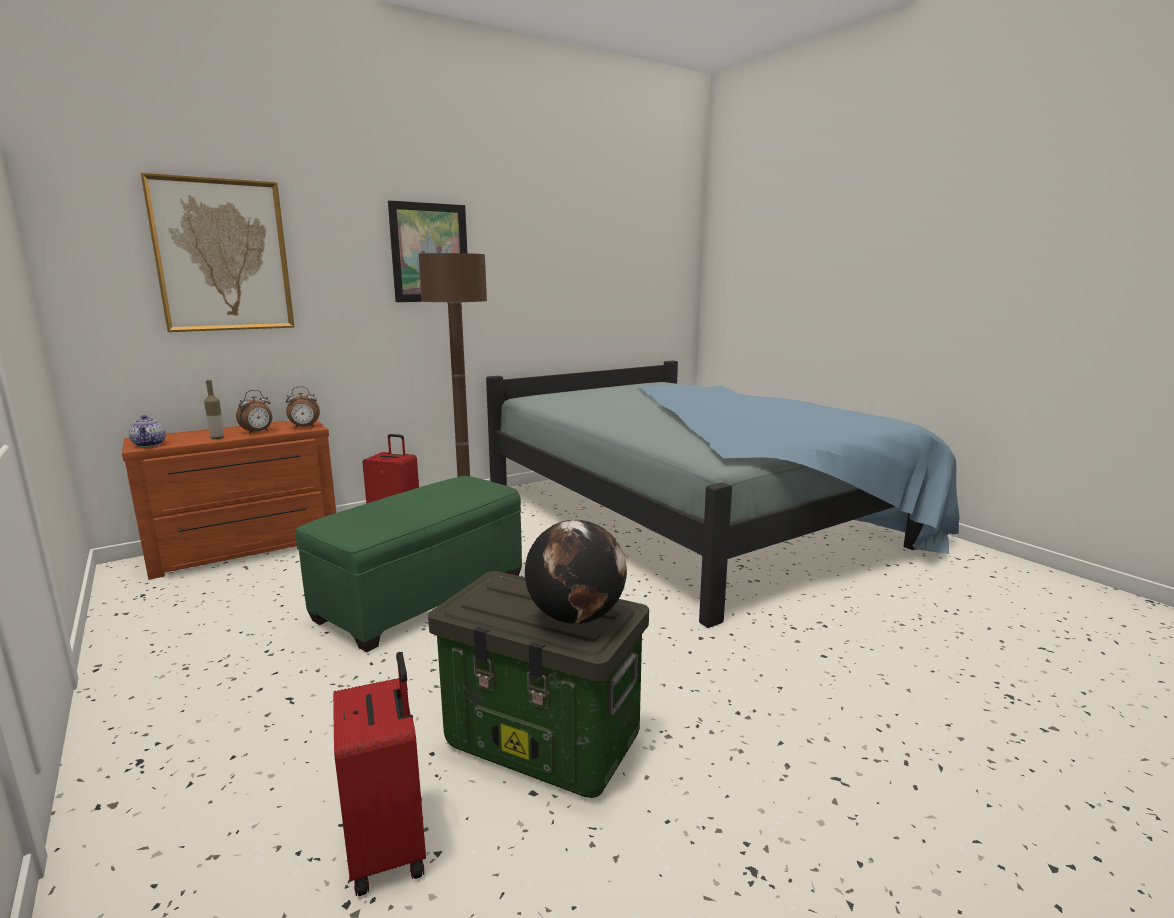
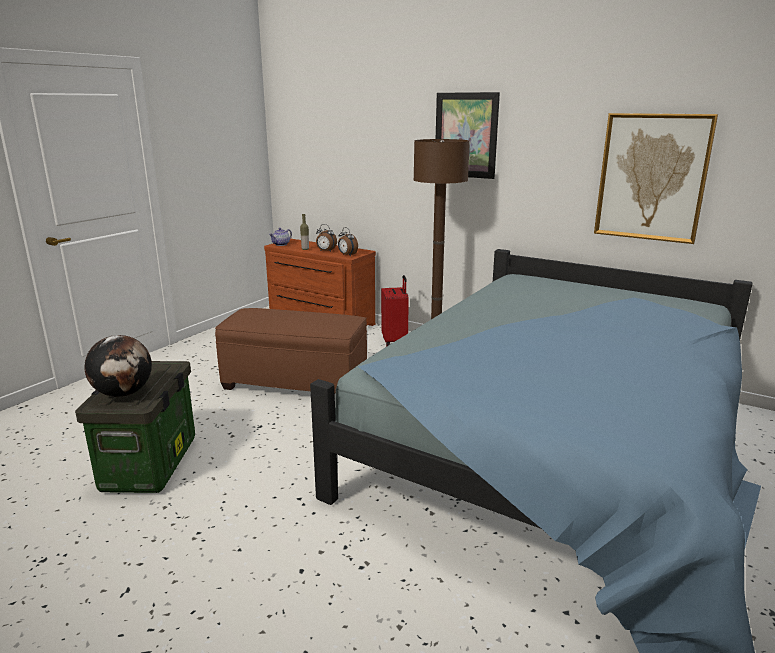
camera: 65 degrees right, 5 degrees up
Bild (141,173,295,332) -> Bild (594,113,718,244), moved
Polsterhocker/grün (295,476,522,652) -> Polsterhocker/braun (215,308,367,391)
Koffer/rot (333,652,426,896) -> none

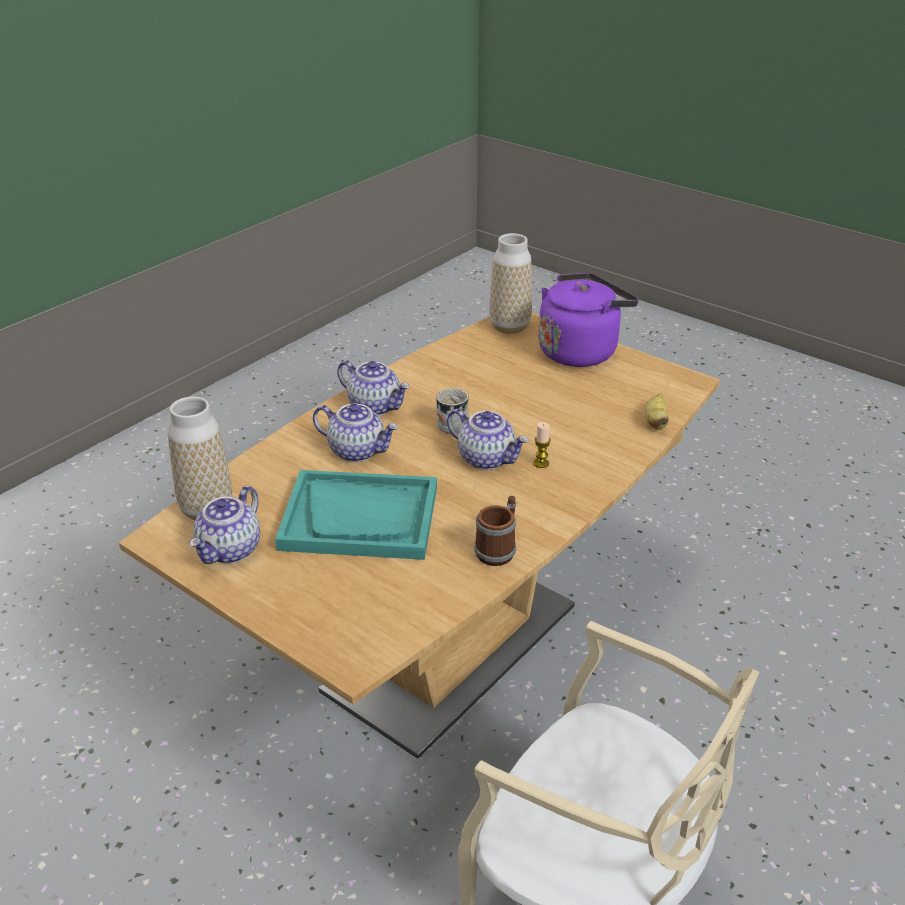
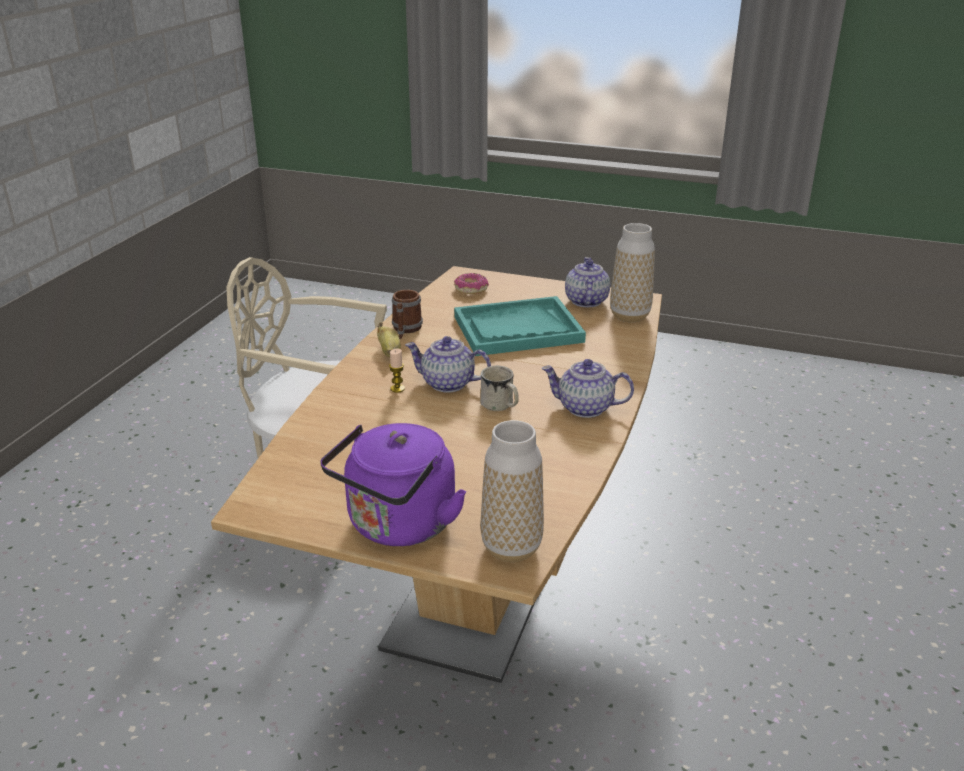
camera: 160 degrees right, 5 degrees down
Teekanne (313,404,399,462) -> none
Banane (645,393,669,430) -> Banane (377,323,401,357), moved
none -> Donut (454,273,489,294)

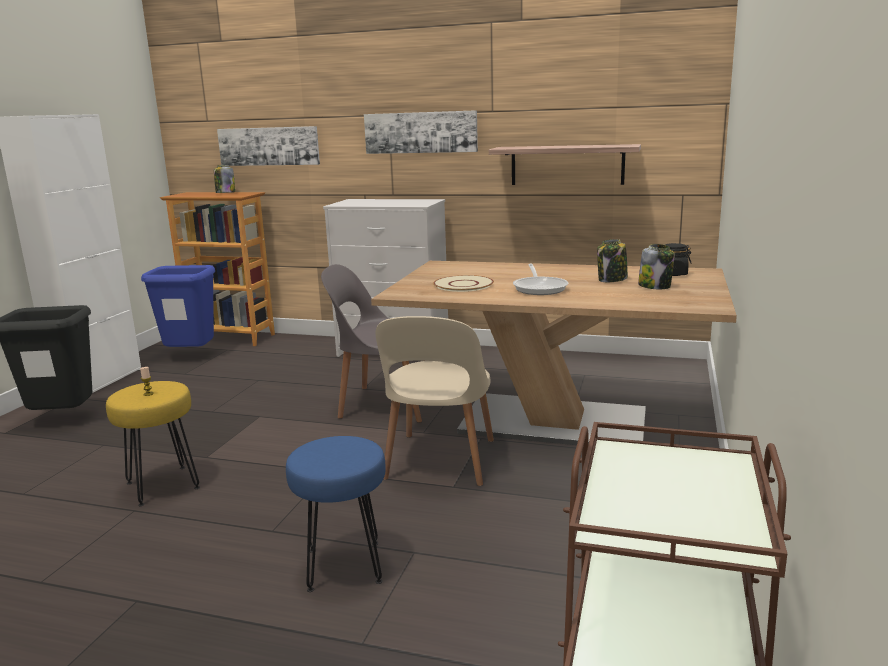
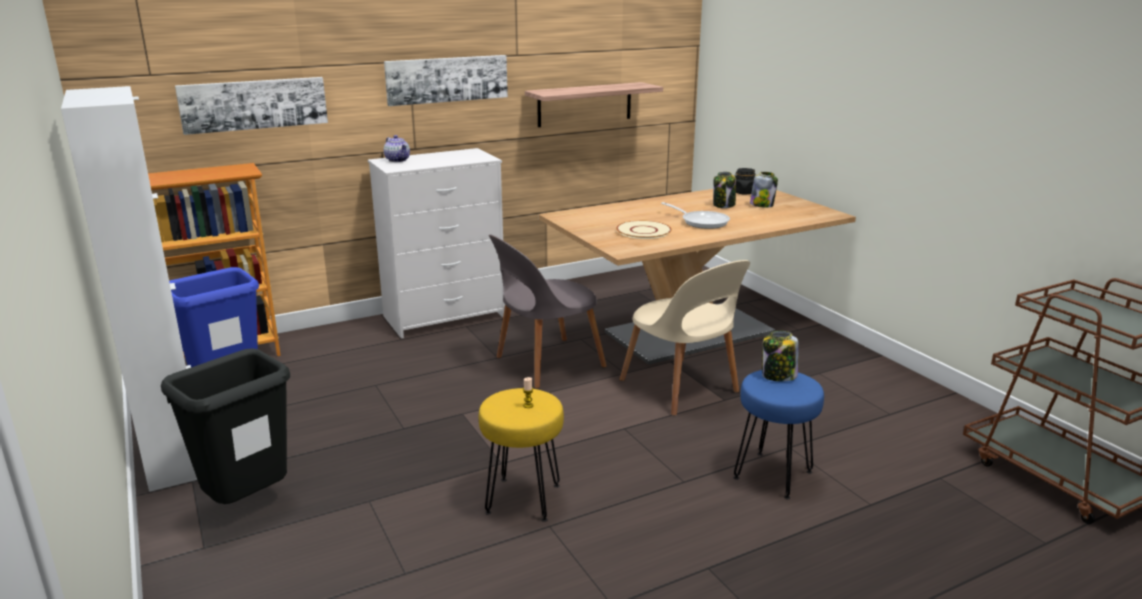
camera: 45 degrees left, 5 degrees up
Vorratsglas (214,165,235,193) -> Vorratsglas (762,331,799,381), moved
none -> Teekanne (384,135,410,162)

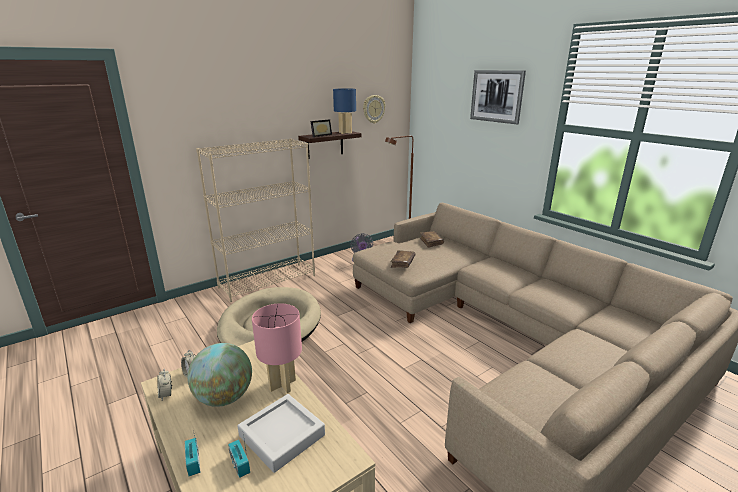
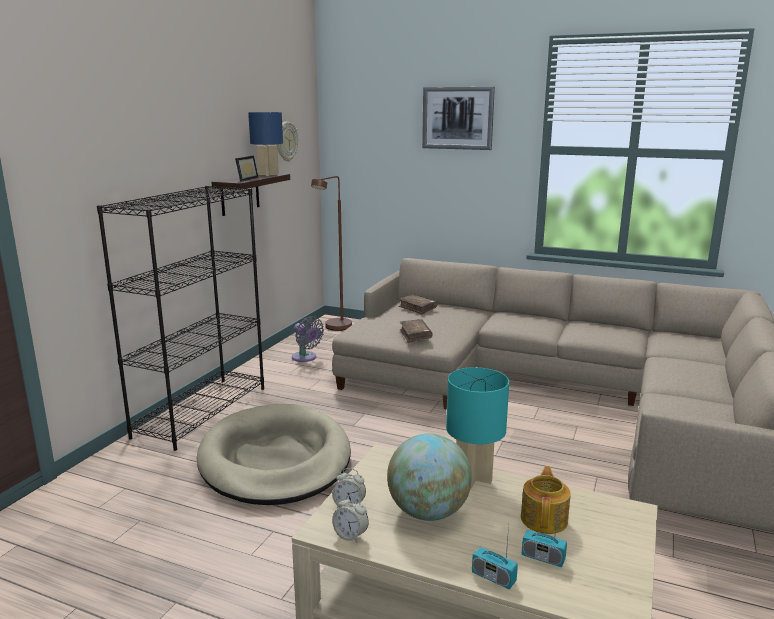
camera: 30 degrees left, 5 degrees down
Bücherregal/beige (196,138,315,302) -> Bücherregal/schwarz (97,186,264,451)
Tablett/grau (238,394,325,473) -> Teekanne (521,466,571,534)
Tischlampe/rosa (252,303,302,393) -> Tischlampe/türkis (446,367,509,489)

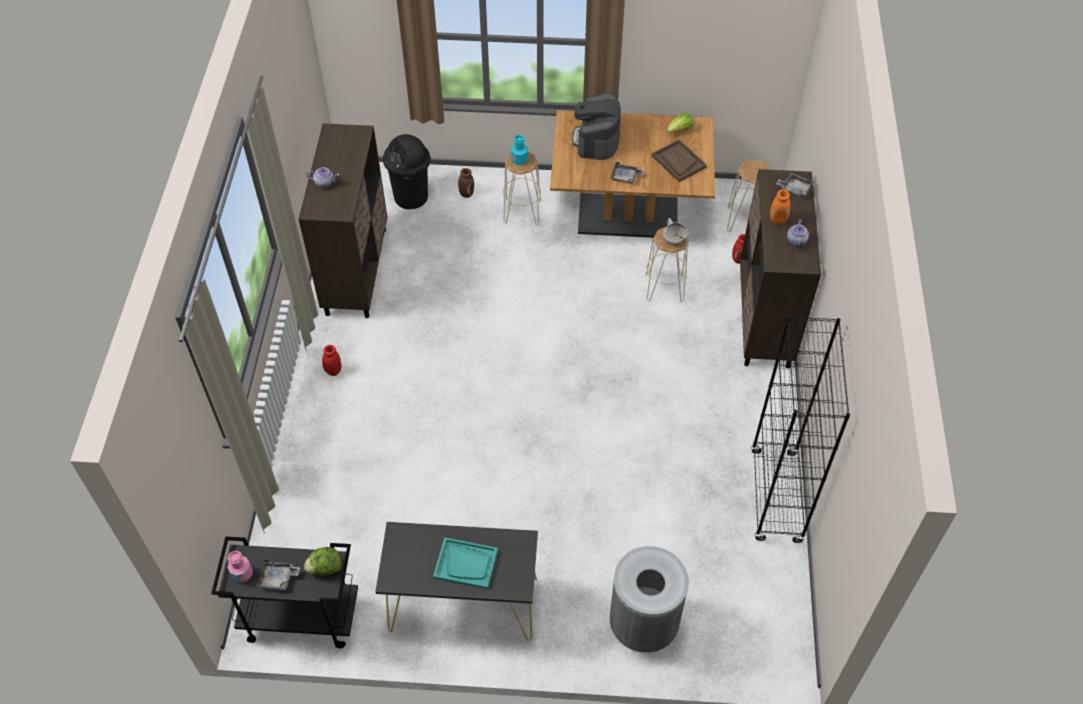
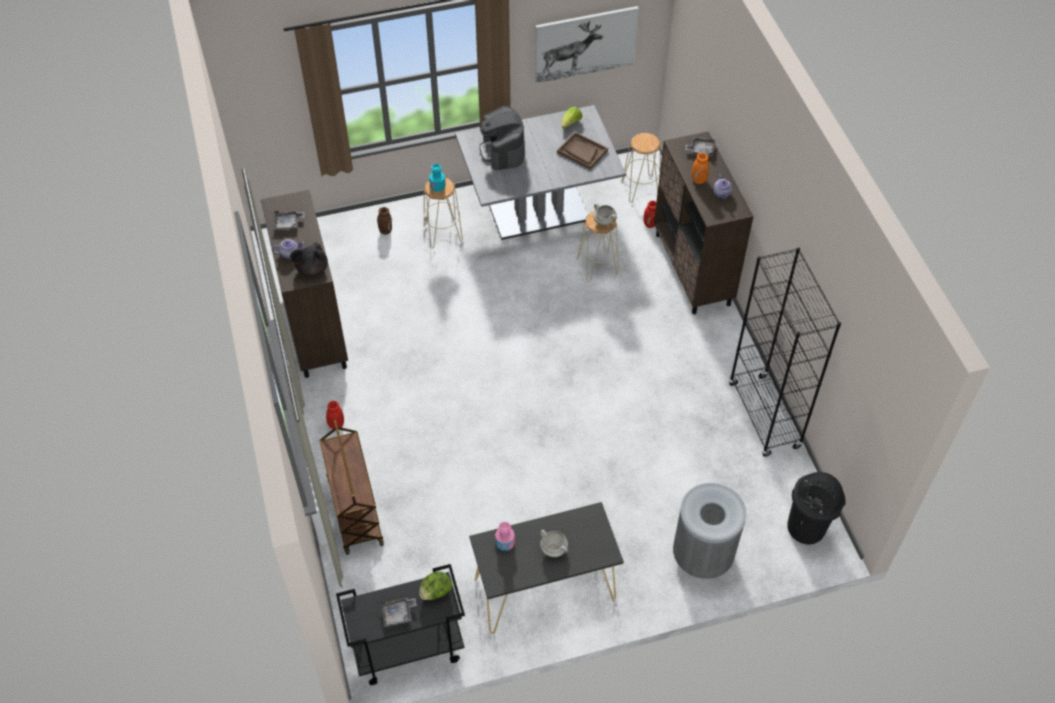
camera: 20 degrees left, 0 degrees up
Flasche/rosa (227,551,253,583) -> Flasche/rosa (495,522,515,551), moved
Mülleimer/schwarz (383,134,430,209) -> Mülleimer/schwarz (787,472,846,545), moved
Tablett/türkis (433,537,498,590) -> Kochtopf/weiß (540,530,568,557)
Esstisch/braun (550,110,715,238) -> Esstisch/grau (455,105,626,240)
Tablett/grau (610,162,644,183) -> Tablett/grau (274,211,305,230), moved
none -> Teekanne/schwarz (290,242,328,277)
none -> Rollwagen/braun (320,420,384,555)
none -> Bild (535,6,639,84)

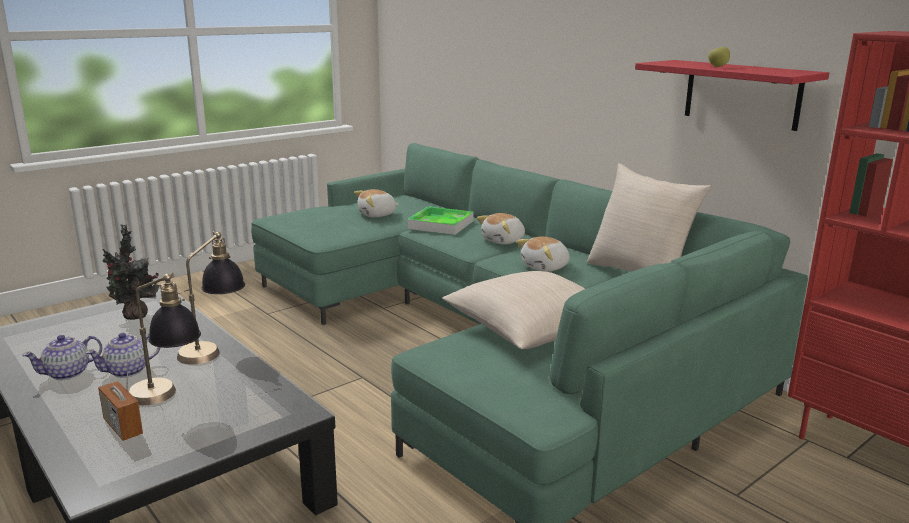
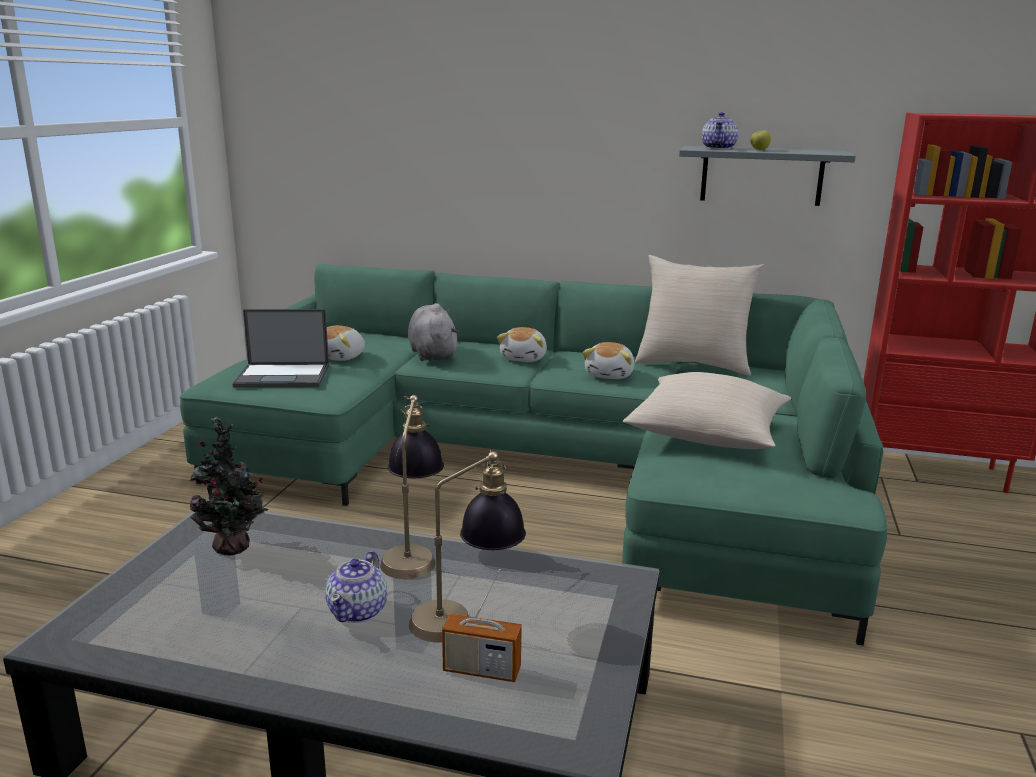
camera: 35 degrees left, 0 degrees up
Teekanne (22,335,103,380) -> Teekanne (702,112,738,149), moved
Tablett (407,206,474,235) -> Plüschtier/grau (408,303,459,361)
Wandregal/rot (635,60,829,131) -> Wandregal/grau (679,146,856,206)
none -> Laptop (232,309,329,388)

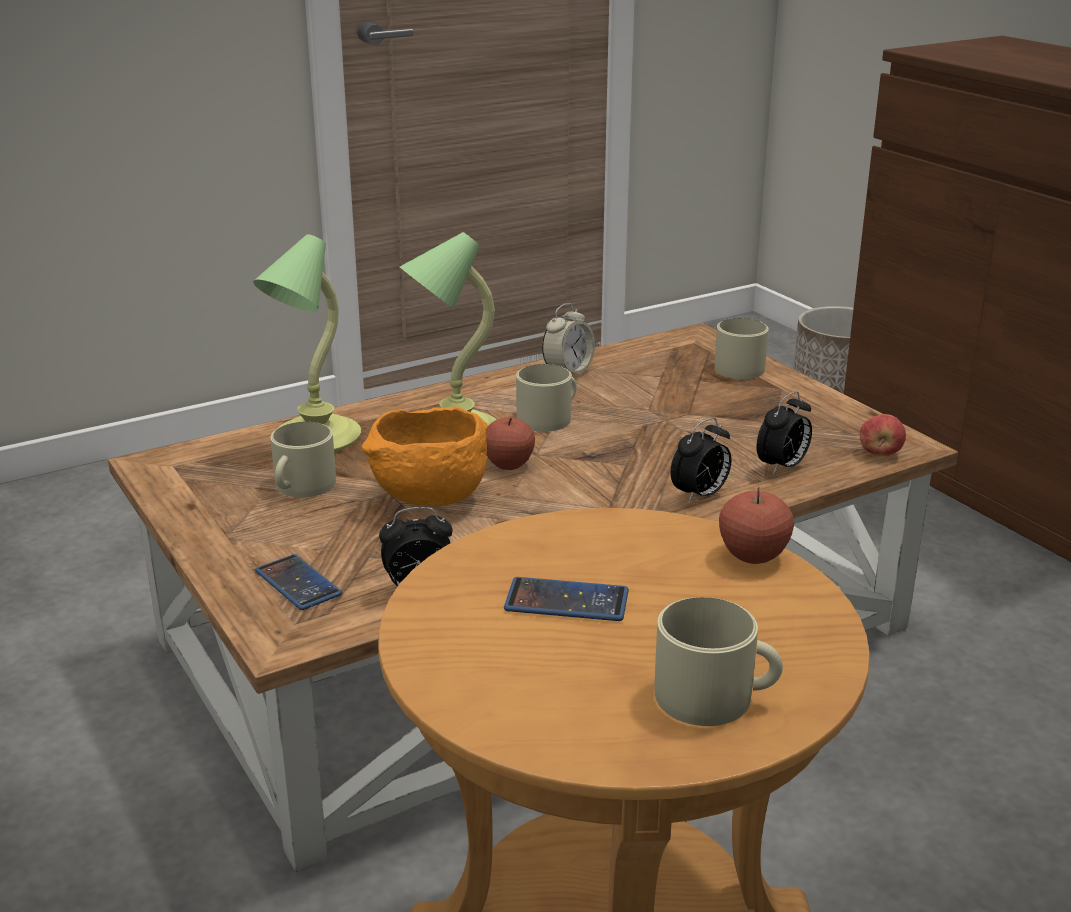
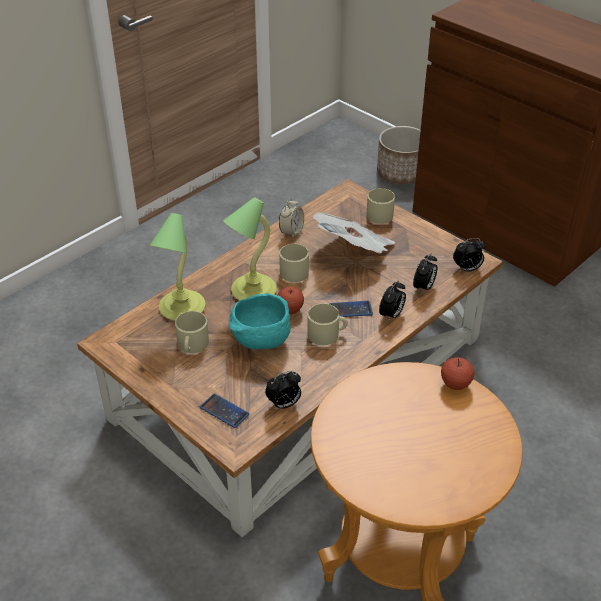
camera: 15 degrees left, 15 degrees up
Schüssel/orange (362,406,488,506) -> Schüssel/türkis (230,293,291,349)
Handy (504,577,629,621) -> Handy (329,301,373,317), moved
Henkelbecher/beige (655,597,783,726) -> Henkelbecher/beige (307,303,348,345), moved
Apfel (860,414,906,457) -> Wecker (453,238,486,272)
none -> Zeitung (313,212,395,253)

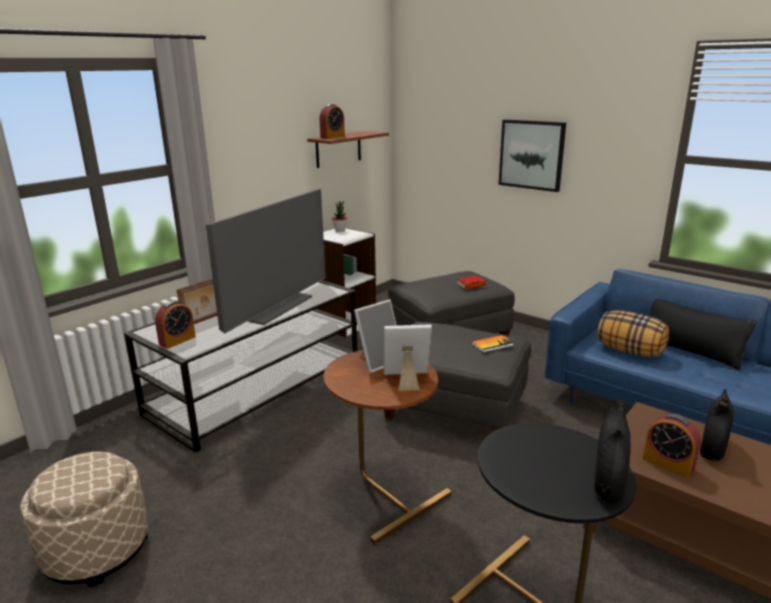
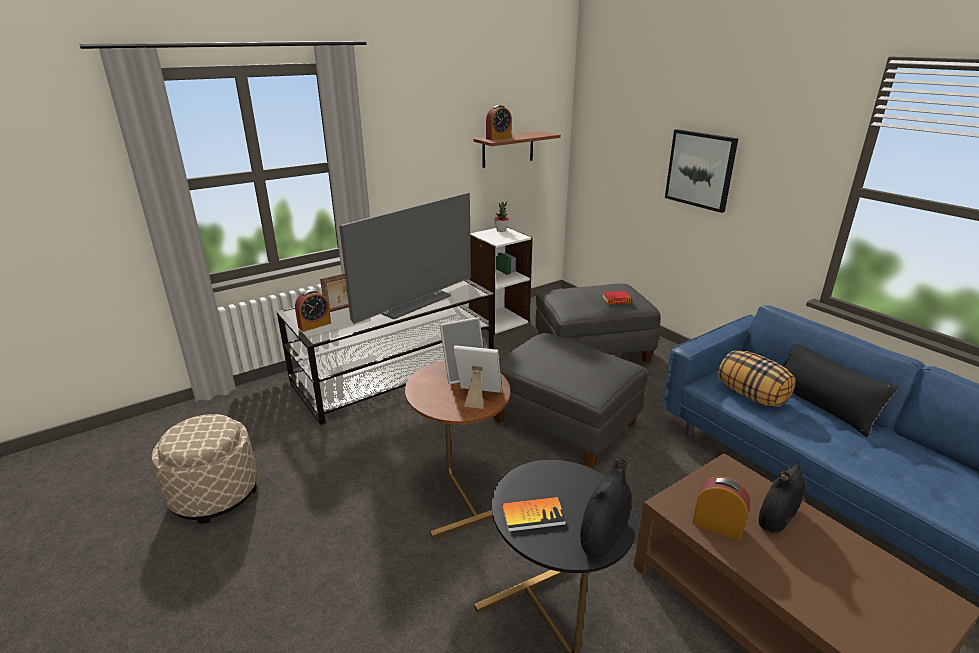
camera: 15 degrees right, 5 degrees up
Buch (472,335,514,353) -> Buch (502,497,566,532), moved
Wecker (643,413,701,478) -> Wecker (692,477,750,541), 150 degrees clockwise

